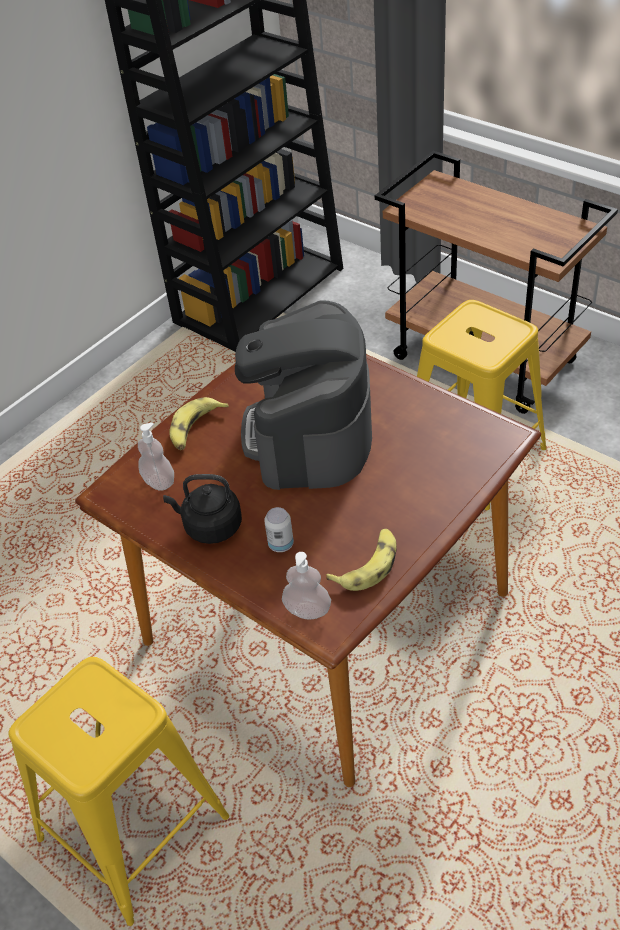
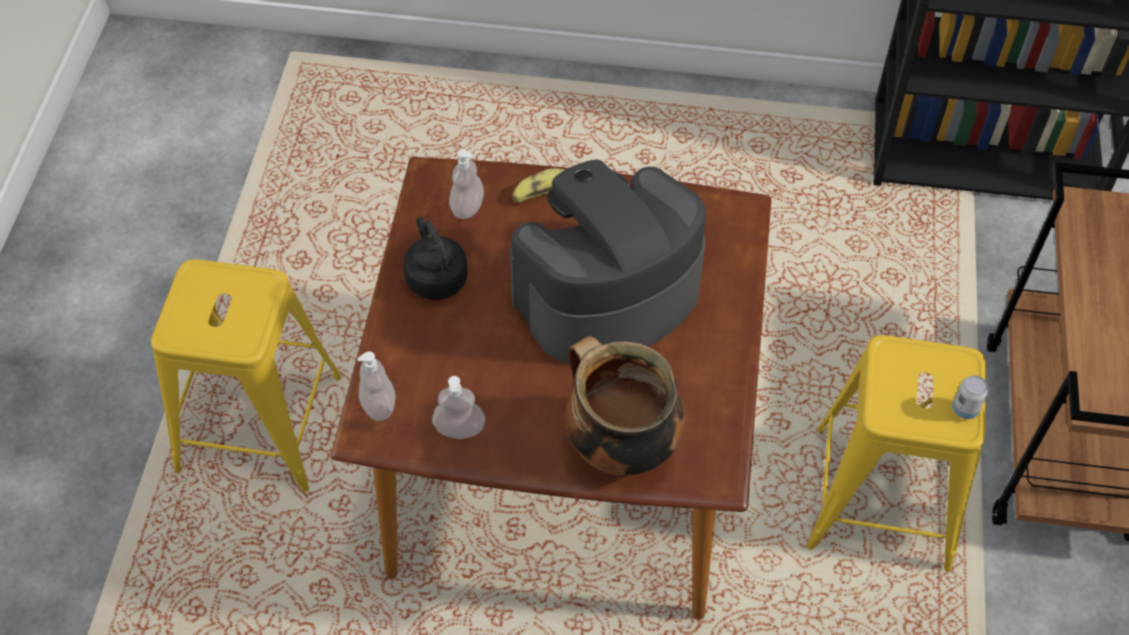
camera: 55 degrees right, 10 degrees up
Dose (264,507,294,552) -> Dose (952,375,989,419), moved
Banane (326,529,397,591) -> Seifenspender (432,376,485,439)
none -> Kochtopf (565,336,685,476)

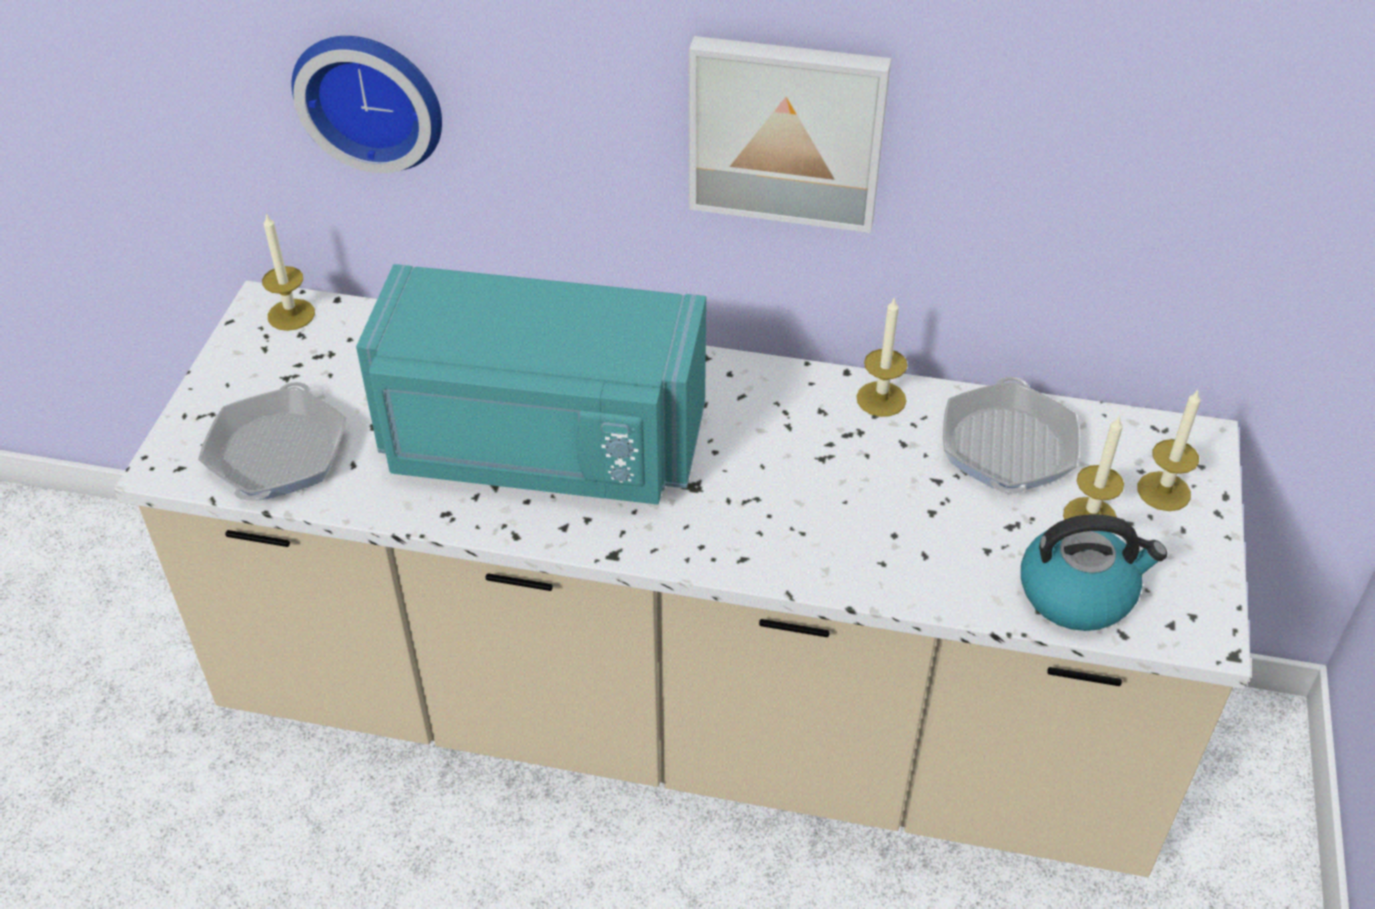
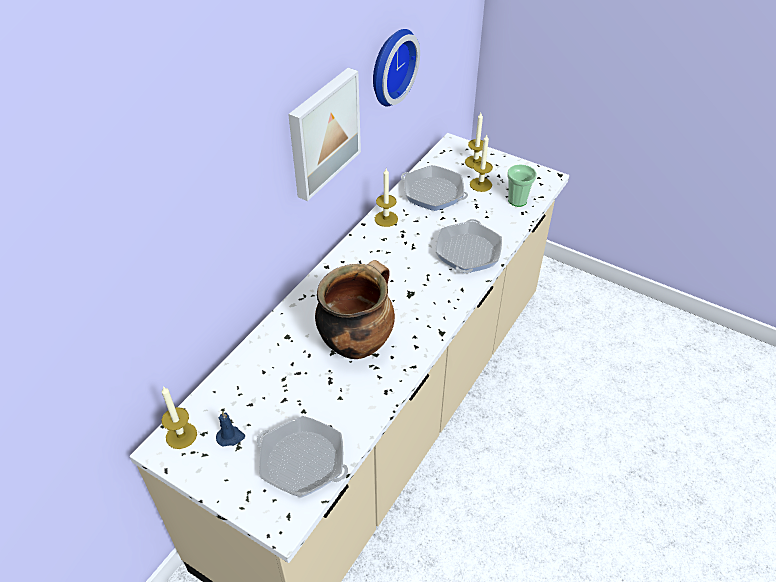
camera: 70 degrees left, 0 degrees up
Wanduhr (291,36,442,173) -> Wanduhr (373,29,420,106), moved
Mikrowelle/türkis (356,264,706,505) -> Kochtopf (315,260,395,359)
Wasserkessel (1021,514,1167,631) -> Tasse (507,164,537,207)
none -> Kerze/blau (216,411,245,447)
none -> Pfanne (435,219,502,273)

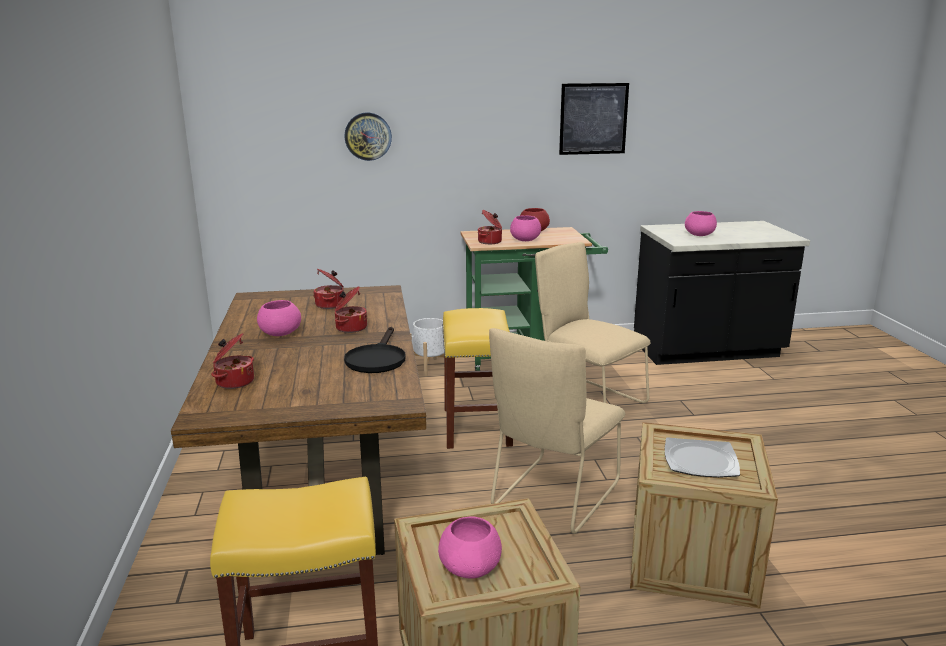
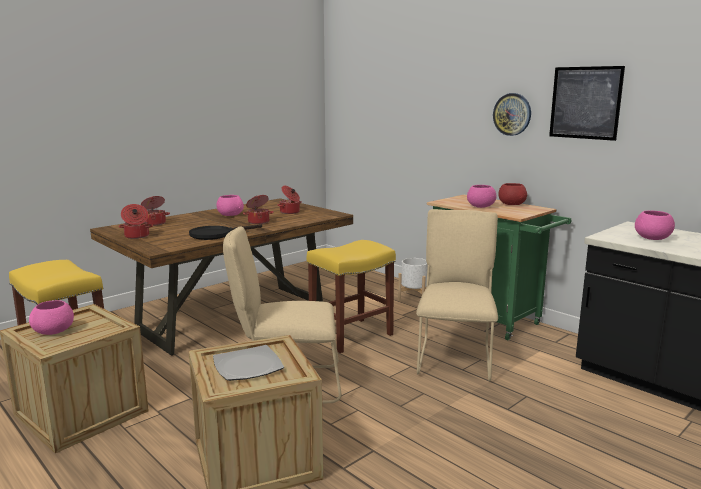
camera: 55 degrees right, 5 degrees down
Wanduhr (344,113,392,161) -> Wanduhr (493,93,531,136), moved
Kochtopf (478,210,502,244) -> Kochtopf (119,204,153,239), moved

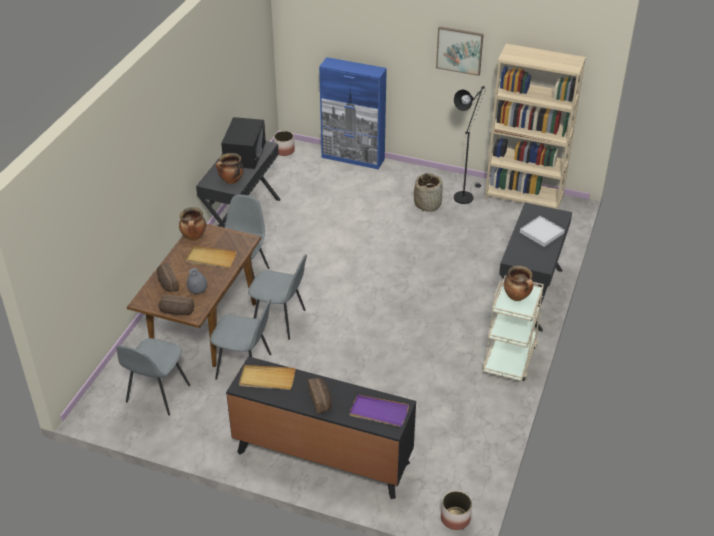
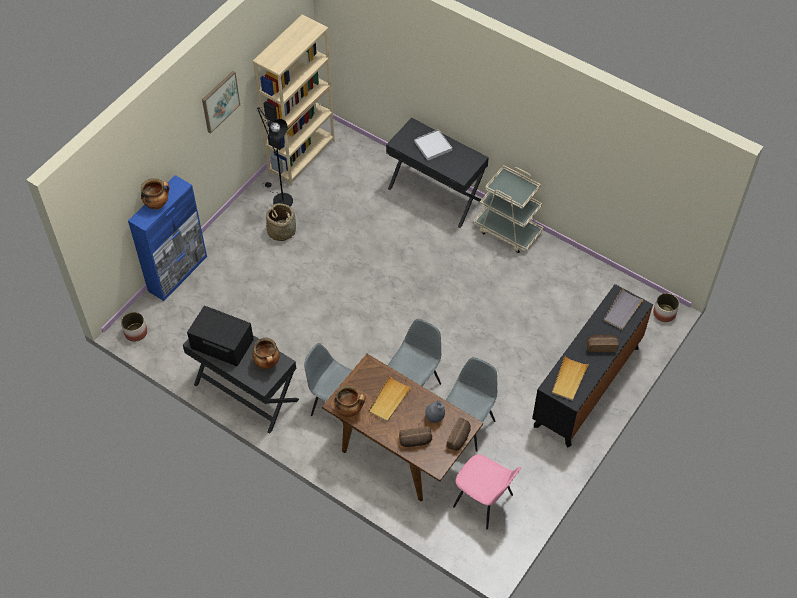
camera: 75 degrees left, 15 degrees up
Stuhl/grau (116,338,190,416) -> Stuhl/rosa (453,454,521,530)
Tablett/lila (349,394,409,427) -> Tablett/grau (604,288,644,330)
Kochtopf (504,266,534,301) -> Kochtopf (141,178,169,210), moved

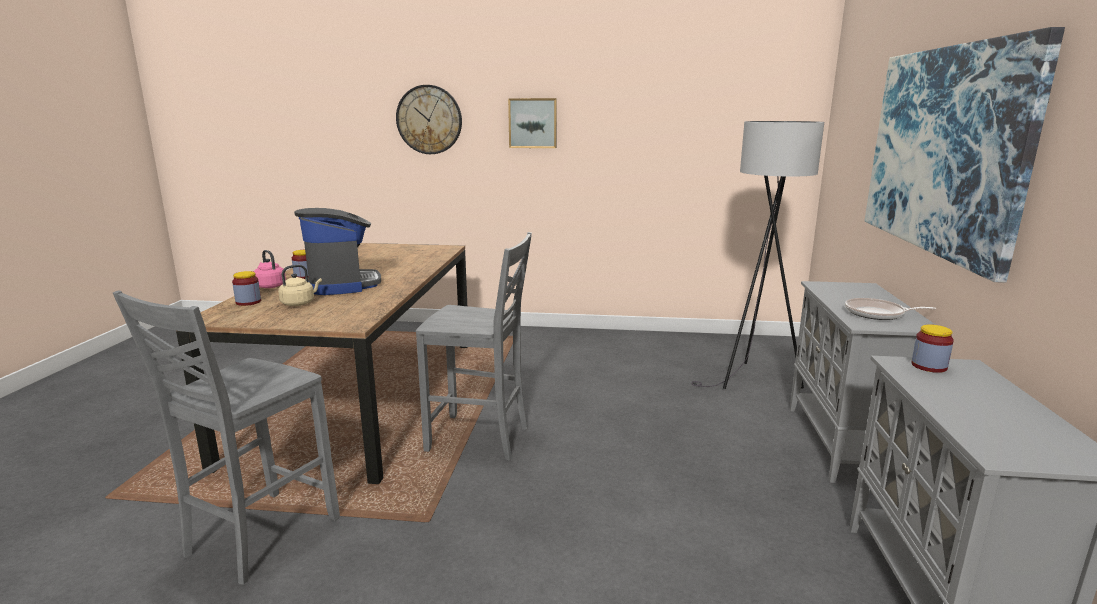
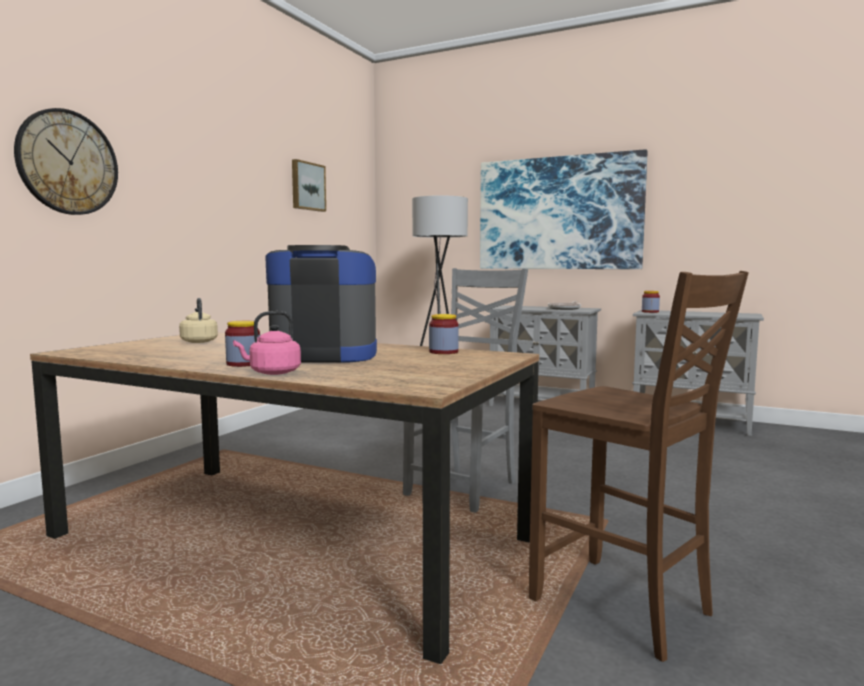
camera: 70 degrees left, 10 degrees down
Stuhl/grau (113,290,340,585) -> Stuhl/braun (529,271,749,662)
Vorratsglas (232,271,261,306) -> Vorratsglas (429,314,459,354), moved
Wasserkessel/beige (278,265,322,306) -> Wasserkessel/beige (179,298,218,343), moved
Bild (508,98,557,148) -> Bild (292,159,326,212), moved

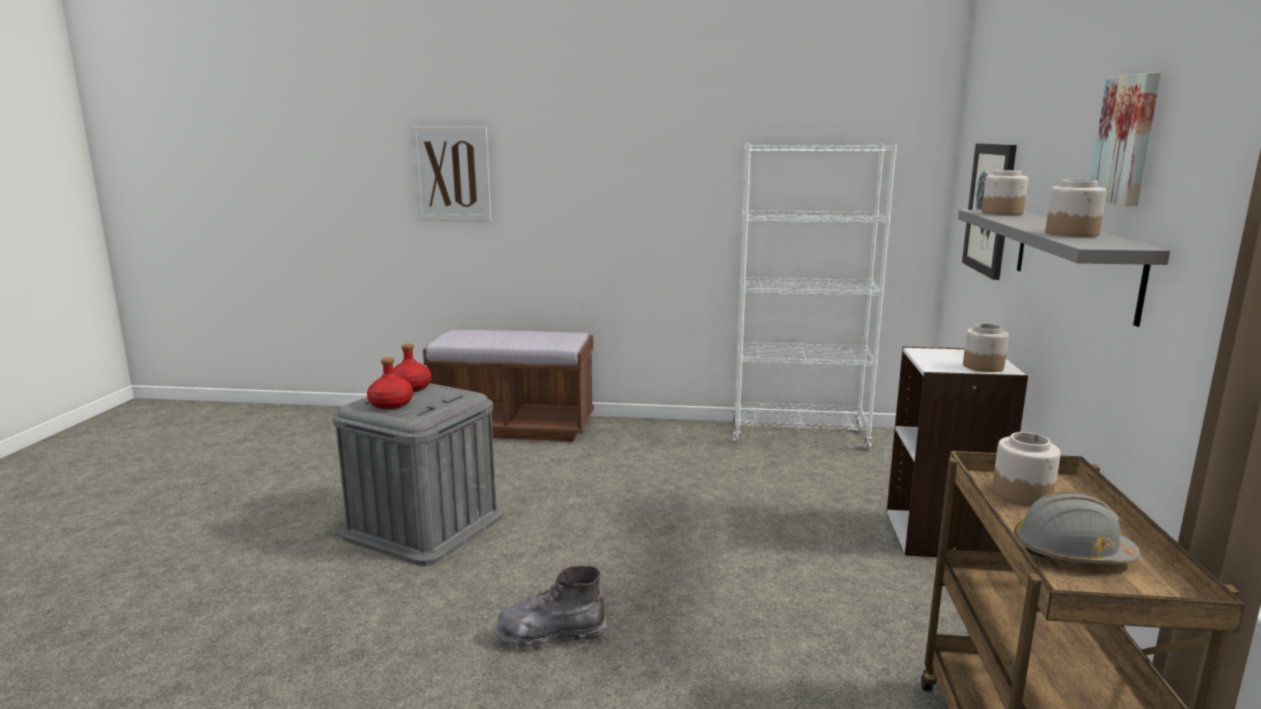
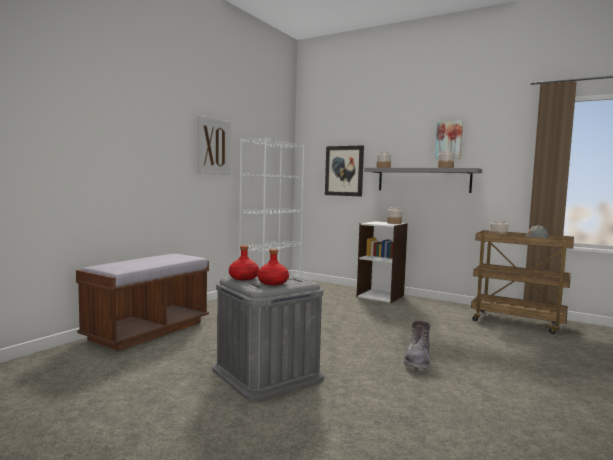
camera: 65 degrees left, 10 degrees down
Bild (411,126,491,221) -> Bild (197,115,231,175), moved

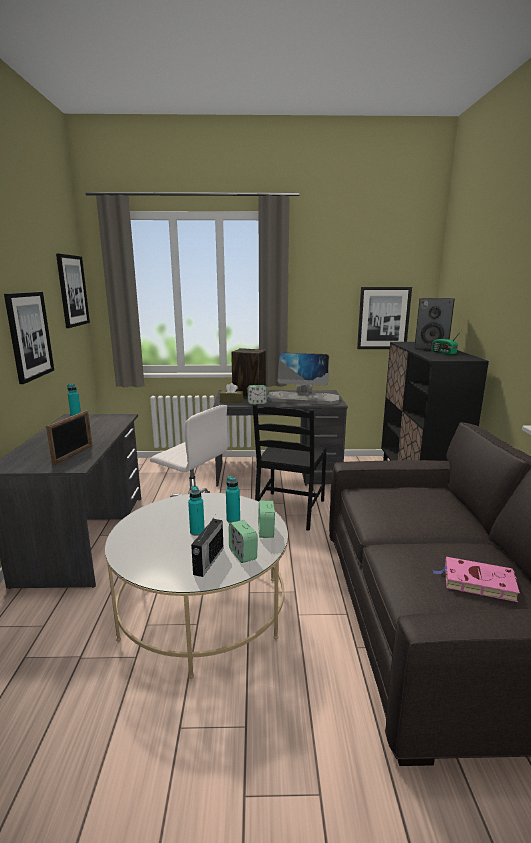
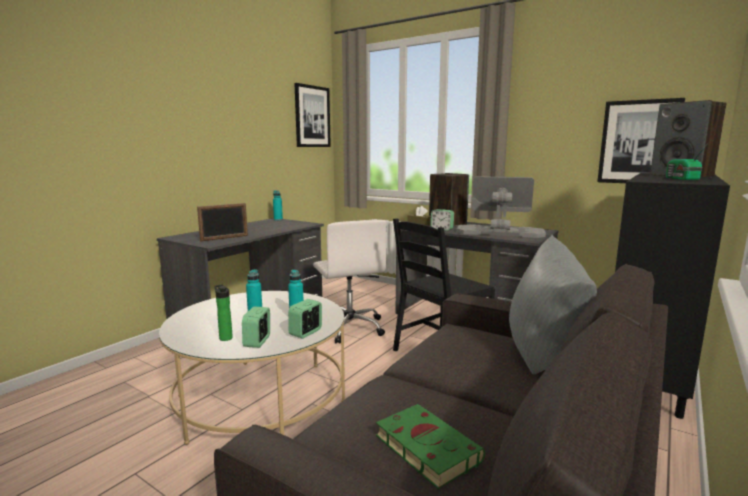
camera: 35 degrees right, 5 degrees down
Bild (4,292,54,384) -> none
Radio (191,515,224,577) -> Flasche (214,285,233,341)
Monitor (267,353,339,405) -> Monitor (457,176,546,238), 150 degrees clockwise
Buch/rosa (433,557,520,602) -> Buch/grün (376,404,485,489)
none -> Kissen/grau (509,235,597,374)

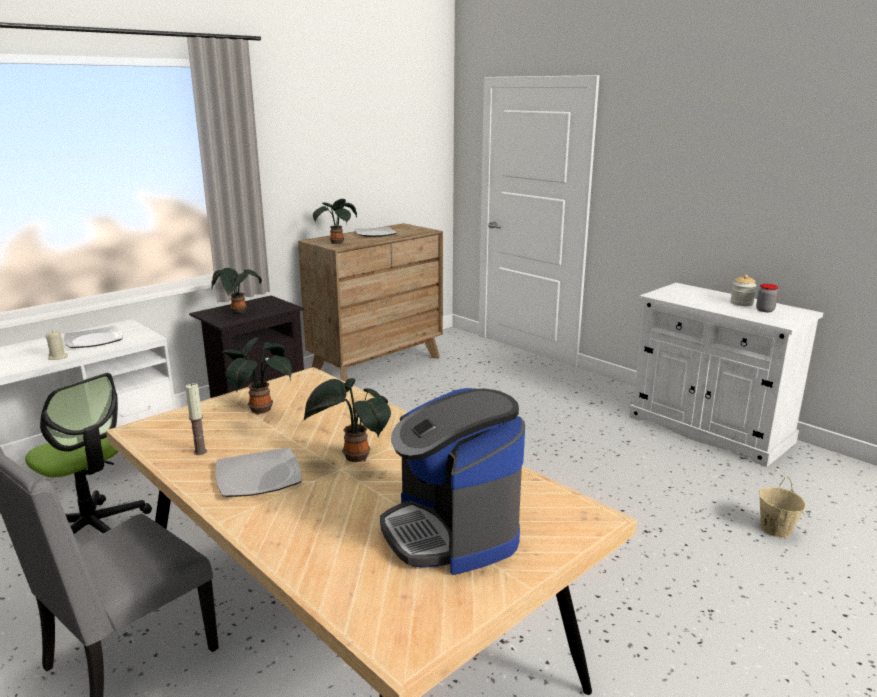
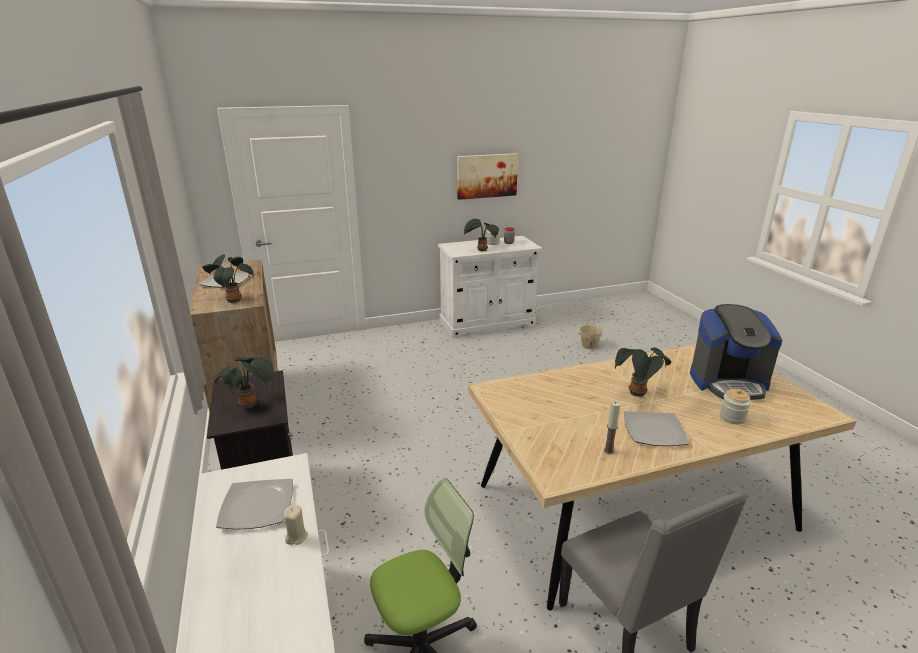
camera: 65 degrees left, 5 degrees up
Topfpflanze (222,337,292,415) -> Topfpflanze (464,219,499,251), moved
none -> Bild (457,153,518,200)
none -> Vorratsglas (720,389,751,424)

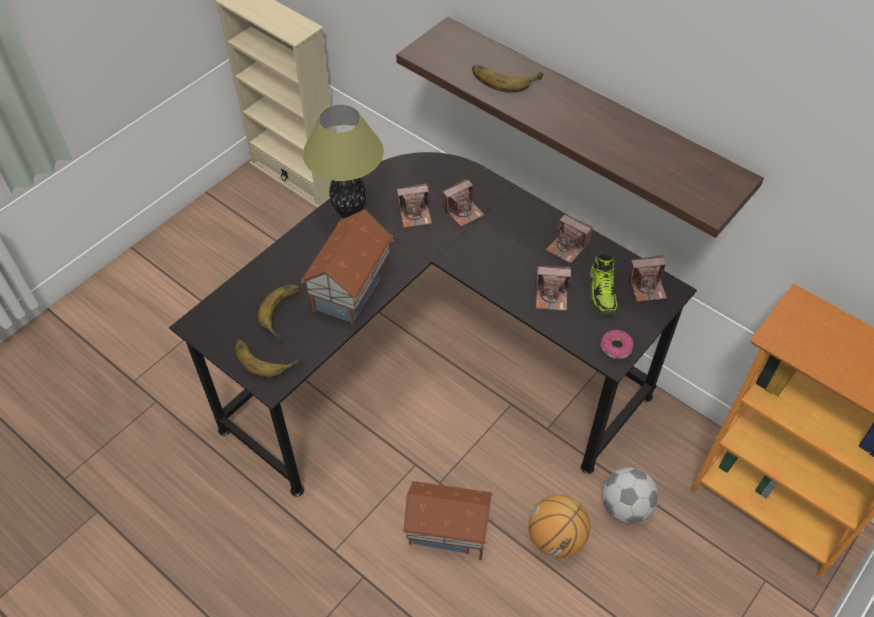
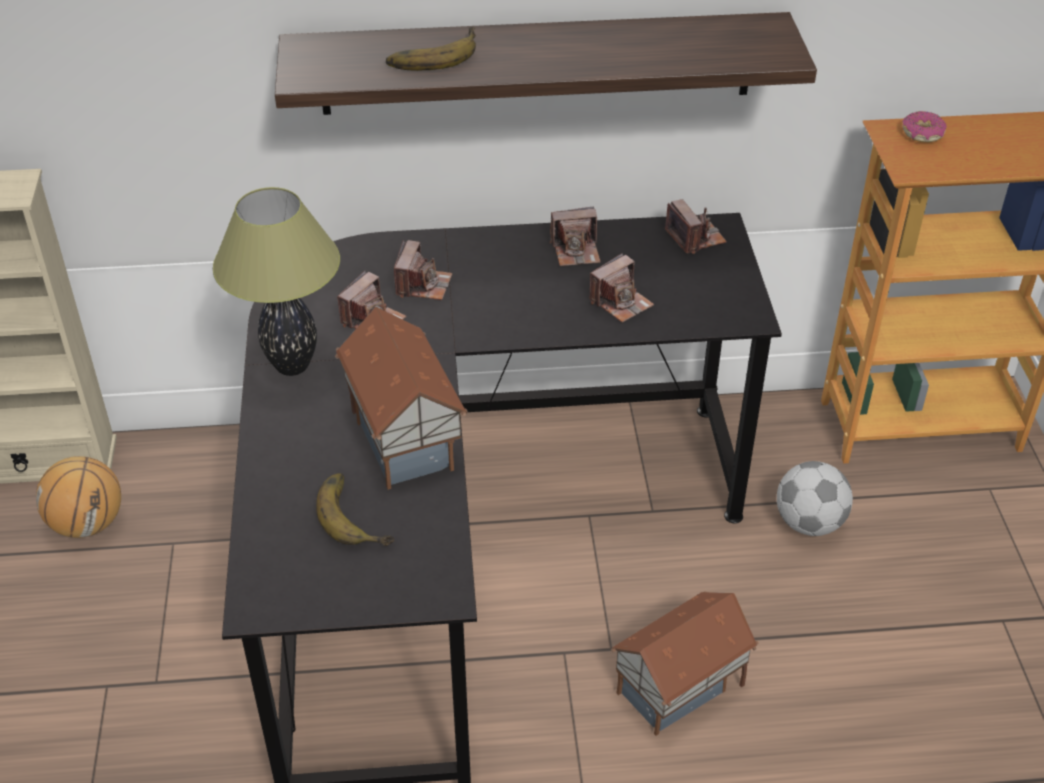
camera: 45 degrees left, 10 degrees down
Banane (235,339,302,378) -> none
Basketball (528,495,591,558) -> Basketball (36,456,121,538), moved
Schuh (589,252,618,315) -> none
Donut (600,330,633,359) -> Donut (902,111,947,142), moved
Kamera (627,255,667,302) -> Kamera (665,199,727,254), 60 degrees counterclockwise

